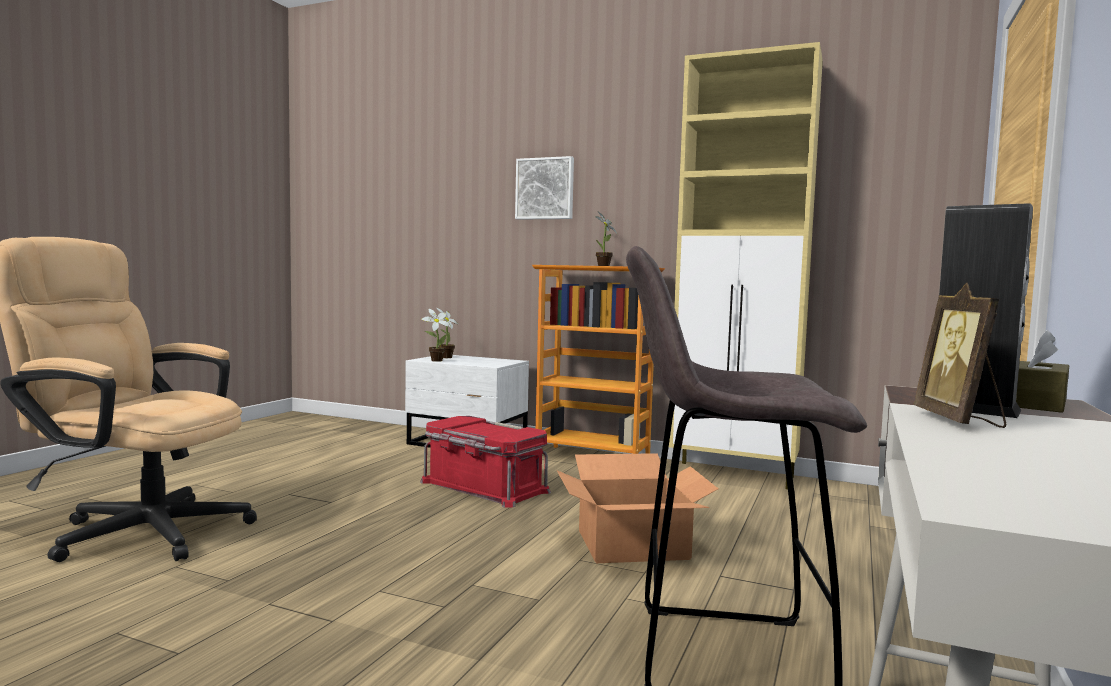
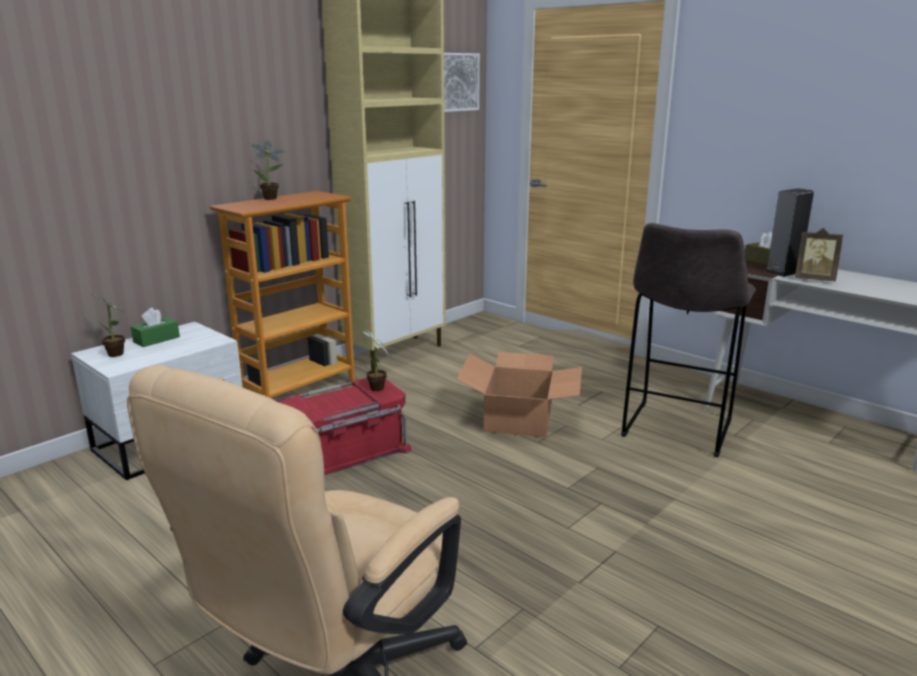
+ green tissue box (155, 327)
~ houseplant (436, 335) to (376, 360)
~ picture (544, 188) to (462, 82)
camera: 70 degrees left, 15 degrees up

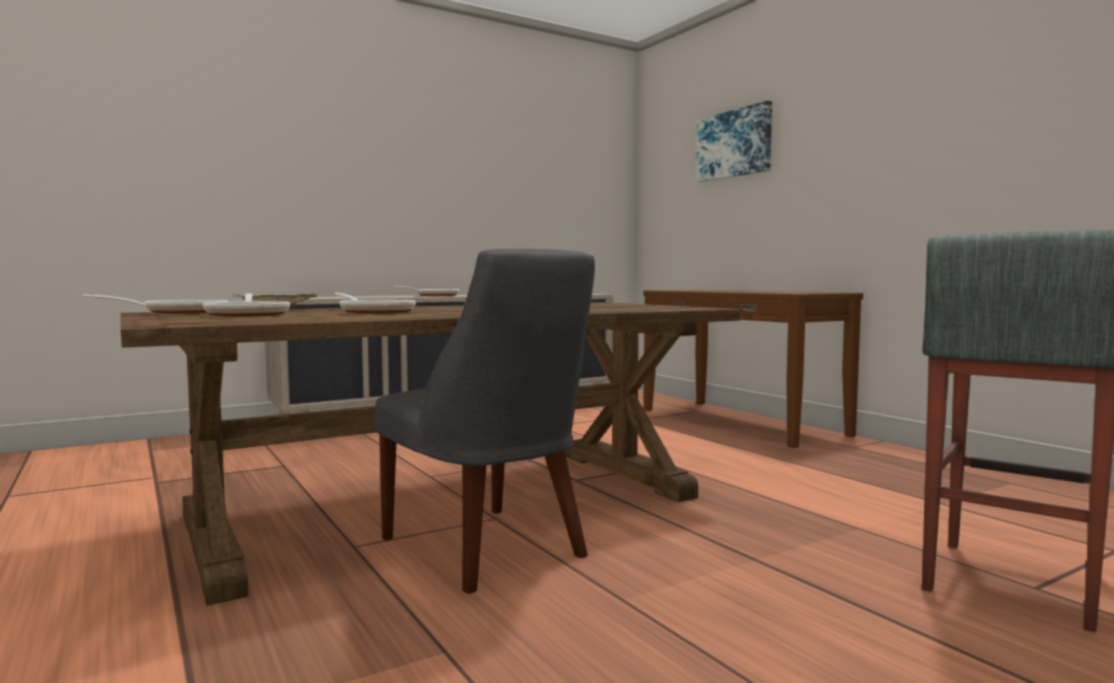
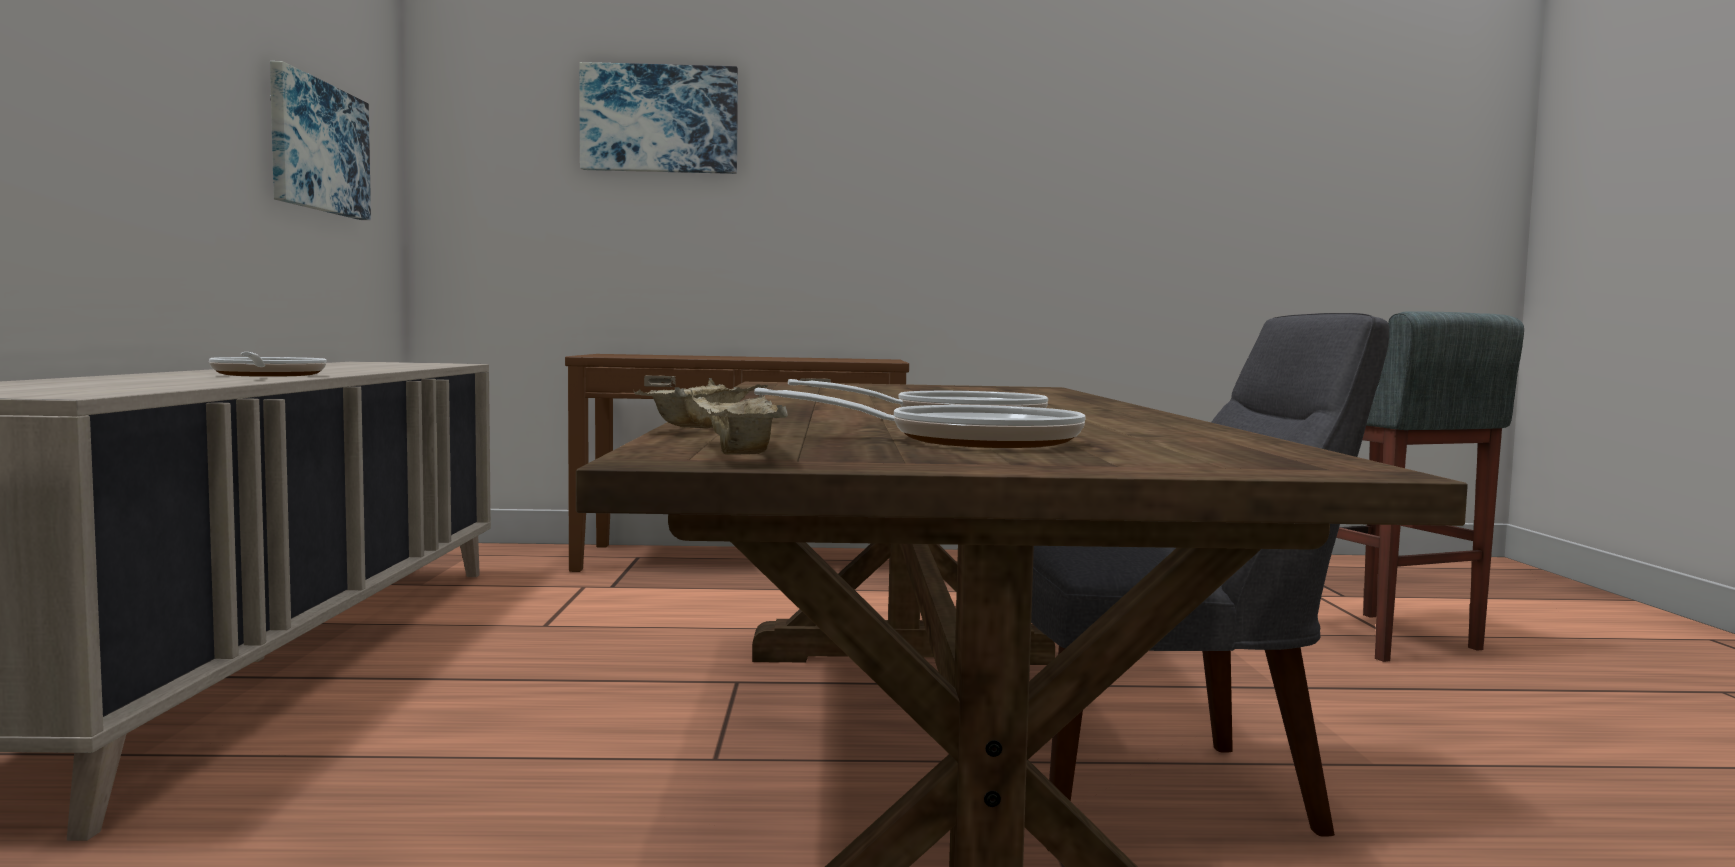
+ picture (320, 140)
~ pan (155, 304) to sand-coloured tray (739, 422)
camera: 60 degrees left, 0 degrees up

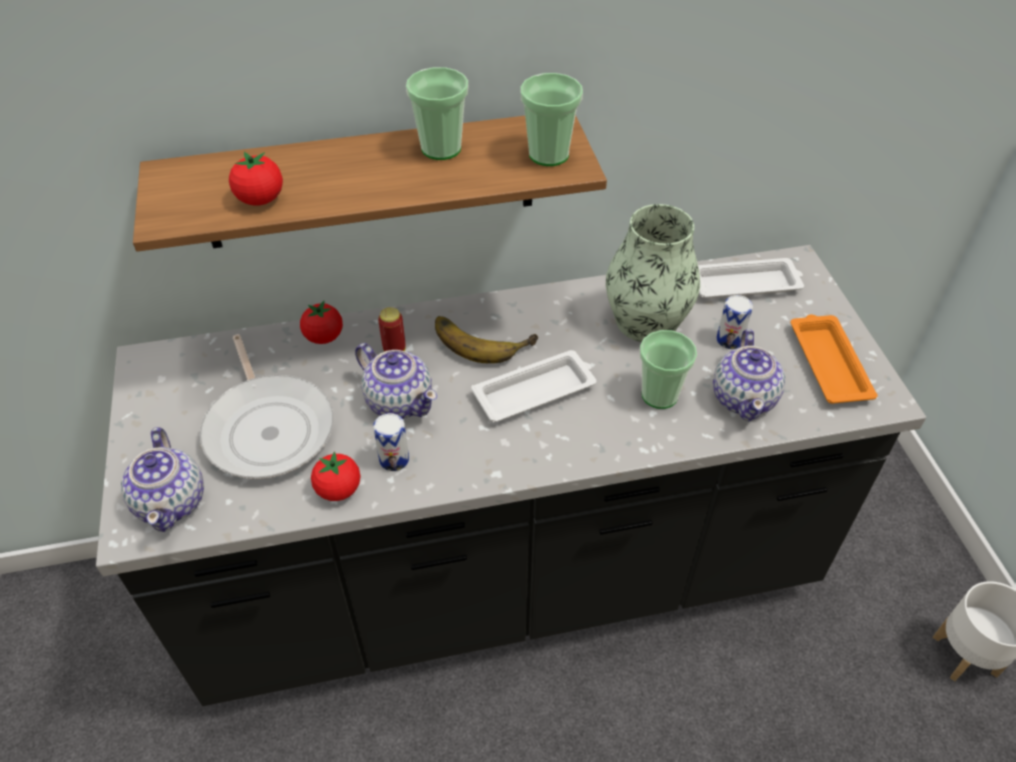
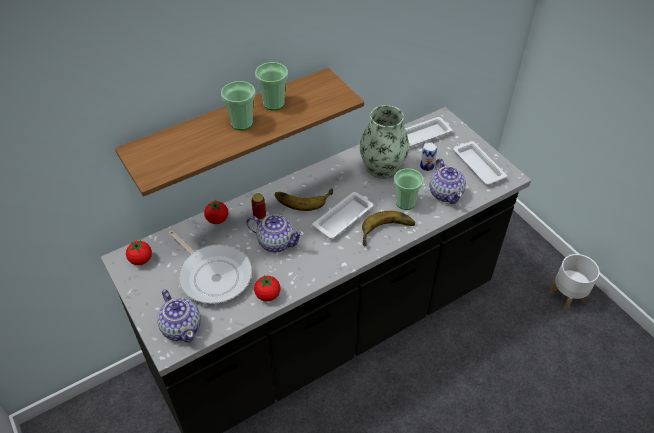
- sealed can (391, 442)
+ banana fruit (388, 229)
~ whole tomato (256, 178) to (139, 252)
~ cup (551, 119) to (238, 105)
~ orangey tray (834, 359) to white tray (480, 163)
camera: 20 degrees left, 0 degrees up

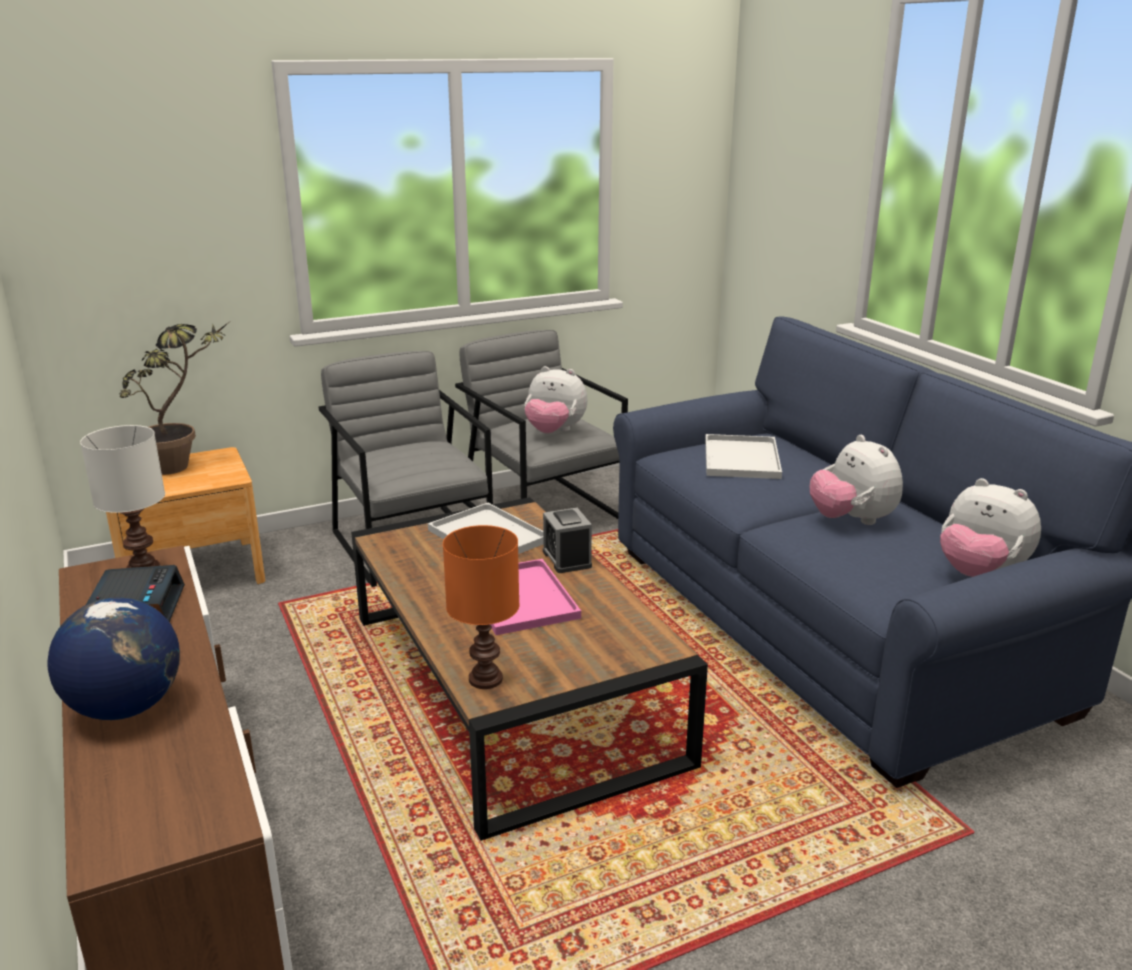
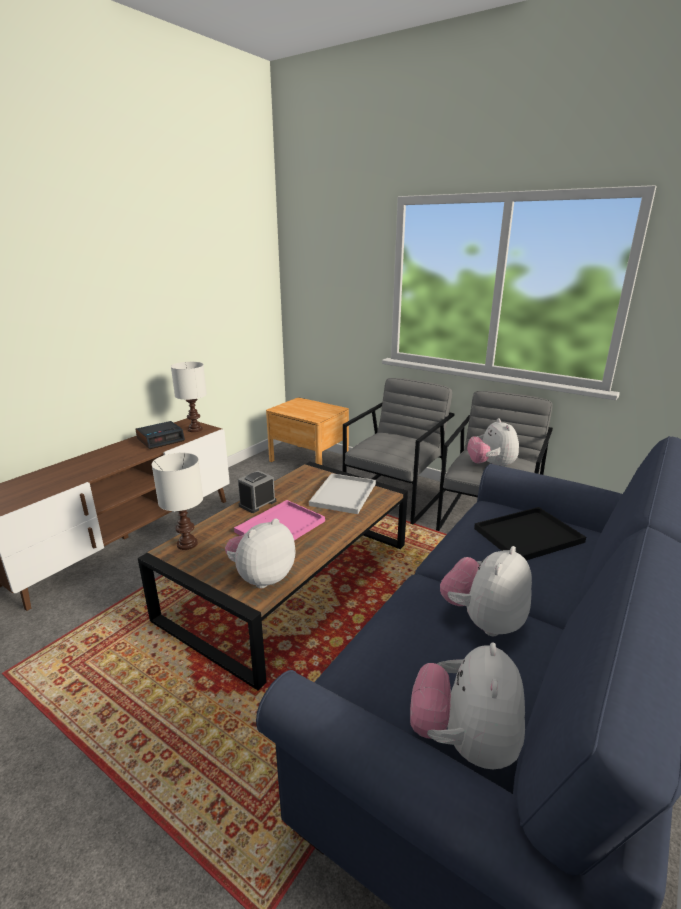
- world globe (113, 659)
- houseplant (174, 398)
+ soft toy (260, 553)
~ alarm clock (567, 540) to (257, 491)
~ orangey tabletop lamp (481, 607) to white tabletop lamp (177, 501)
~ white tray (743, 456) to blackish tray (530, 533)
camera: 60 degrees right, 0 degrees up

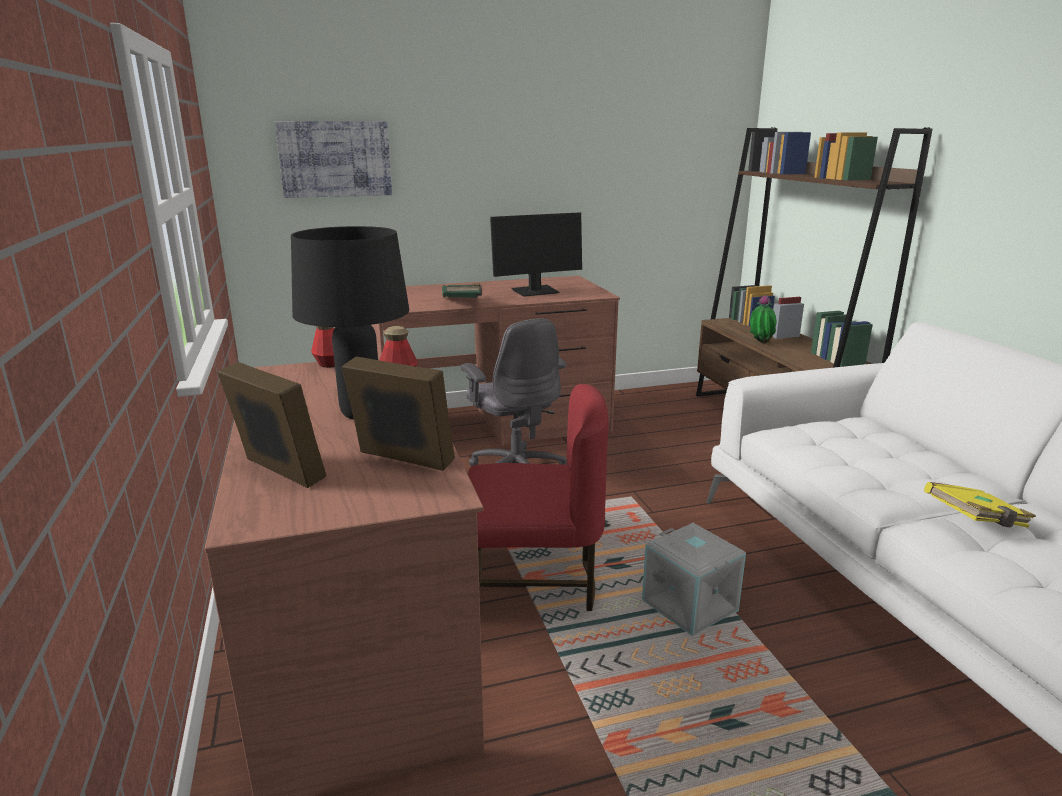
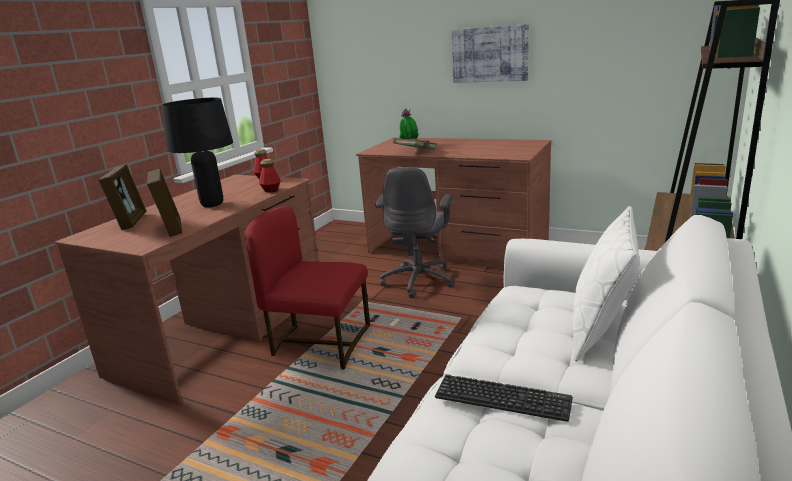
- computer screen (536, 254)
- grey storage container (694, 579)
+ white pillow (606, 283)
~ picture (333, 159) to (490, 53)
~ houseplant (763, 319) to (409, 124)
~ yellow-coloured volume (980, 505) to PC keyboard (504, 398)
~ red-coloured plain chair (538, 497) = (307, 287) 150 degrees clockwise
camera: 45 degrees right, 0 degrees up

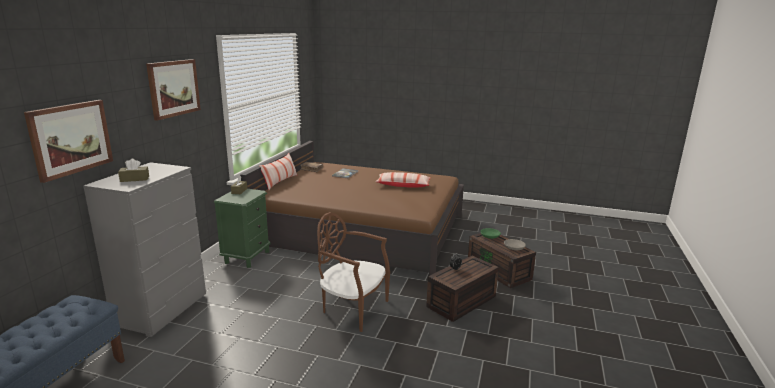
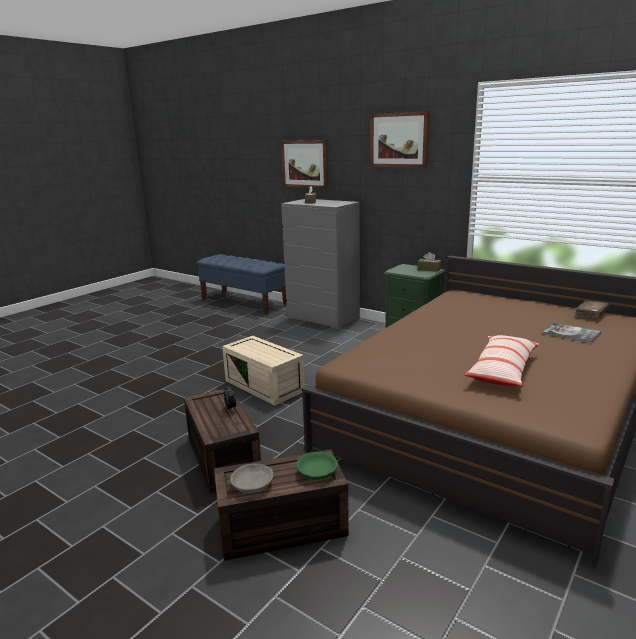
- pillow (278, 171)
~ brown-coloured plain chair (353, 272) to sand-coloured storage container (263, 371)
camera: 110 degrees right, 0 degrees up

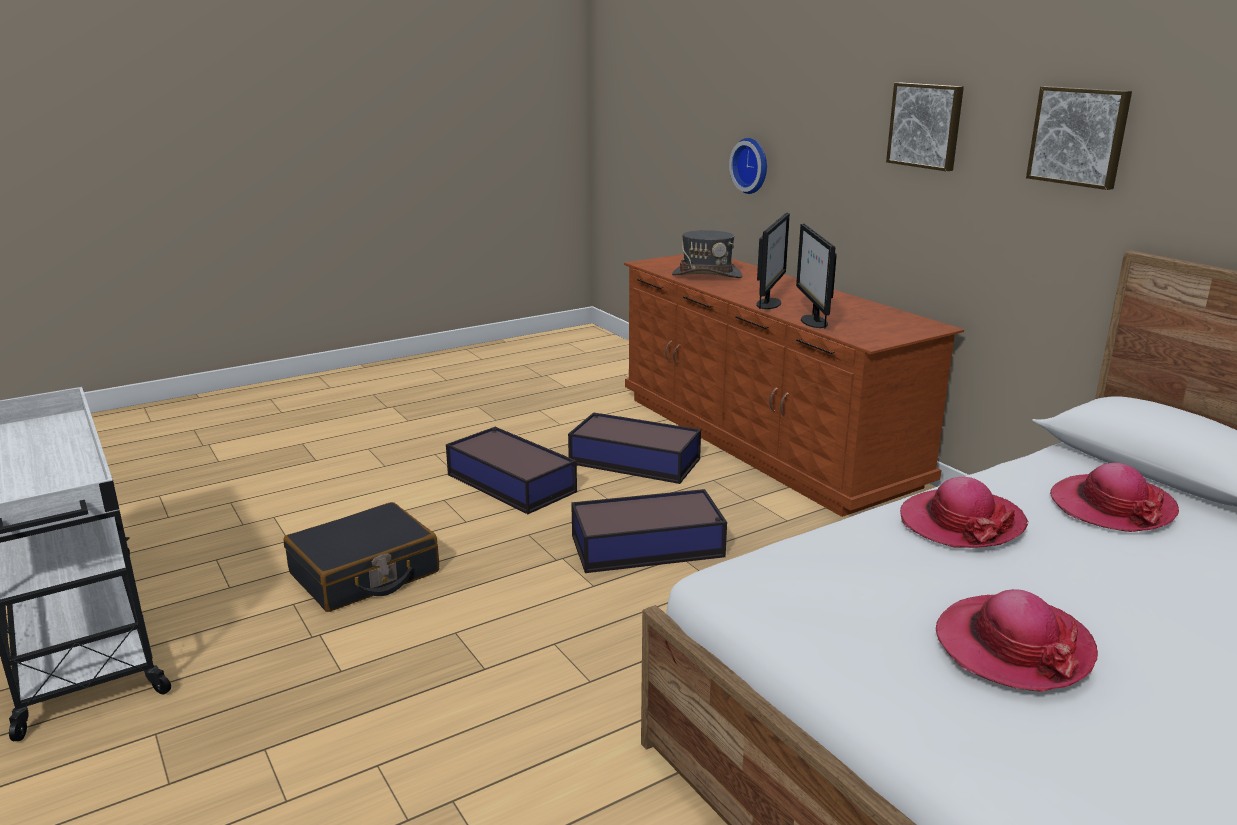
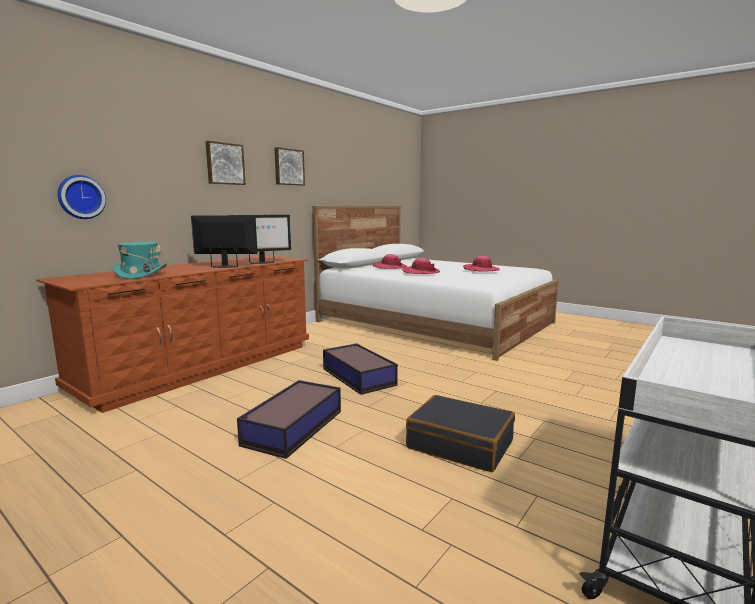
- storage container (634, 448)
~ grey wearable hat (707, 254) to turquoise wearable hat (140, 260)
camera: 110 degrees left, 10 degrees down

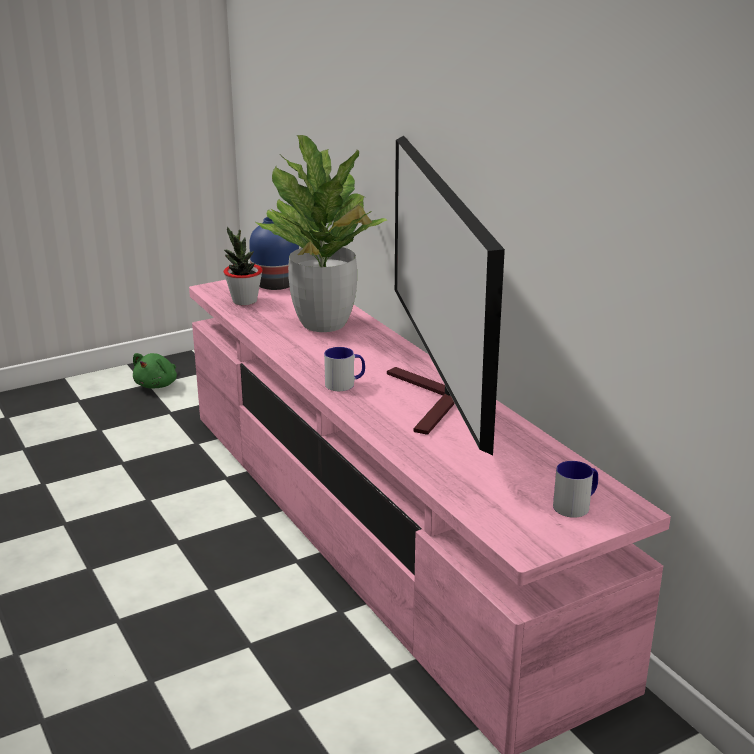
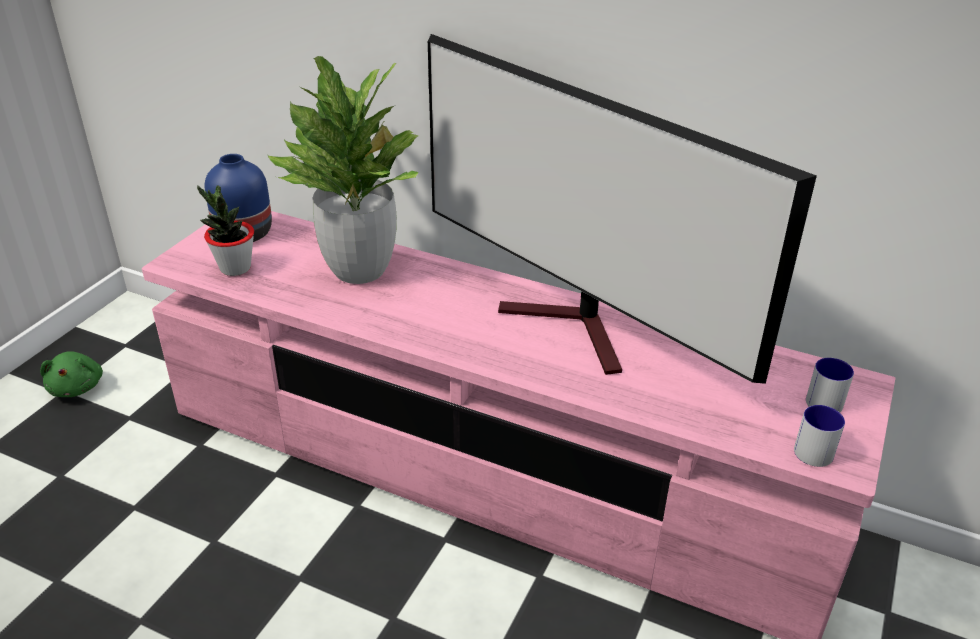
~ tea mug (344, 369) to (819, 436)
camera: 35 degrees left, 10 degrees up

